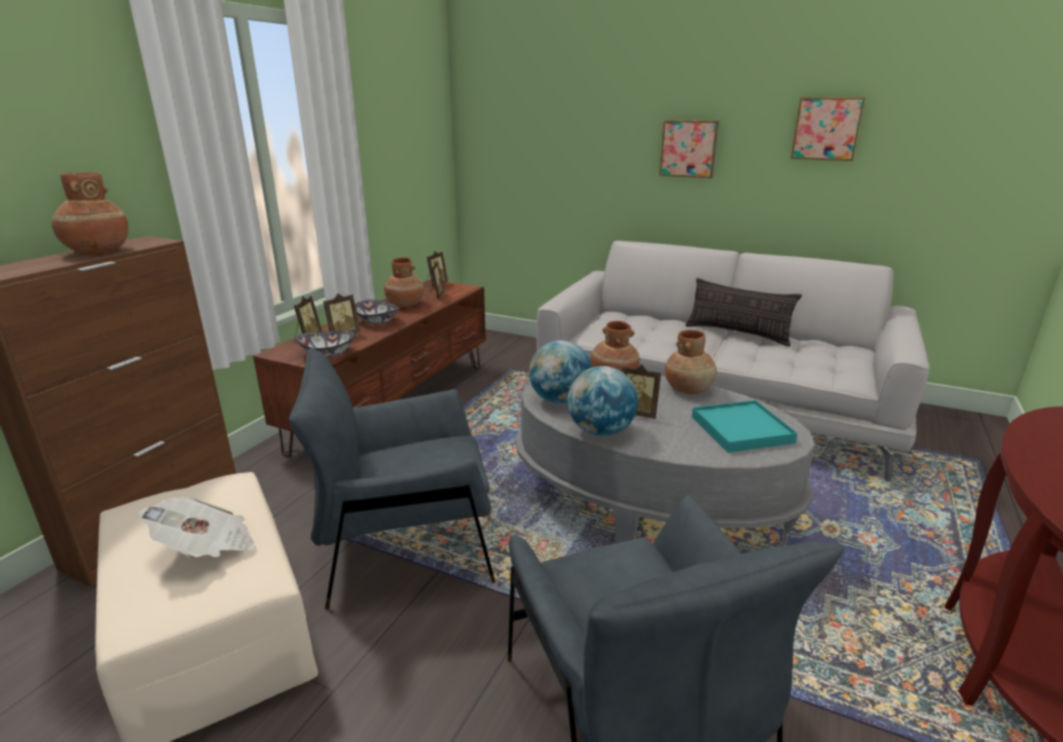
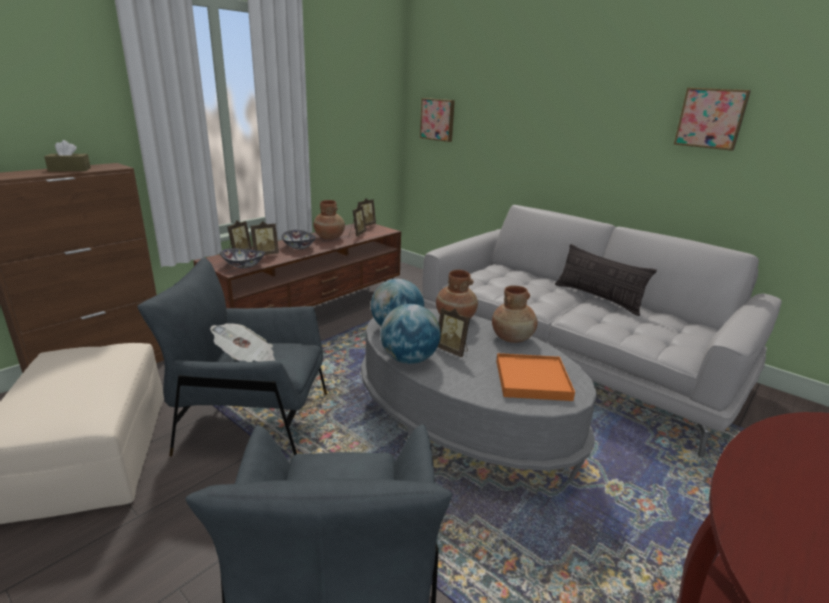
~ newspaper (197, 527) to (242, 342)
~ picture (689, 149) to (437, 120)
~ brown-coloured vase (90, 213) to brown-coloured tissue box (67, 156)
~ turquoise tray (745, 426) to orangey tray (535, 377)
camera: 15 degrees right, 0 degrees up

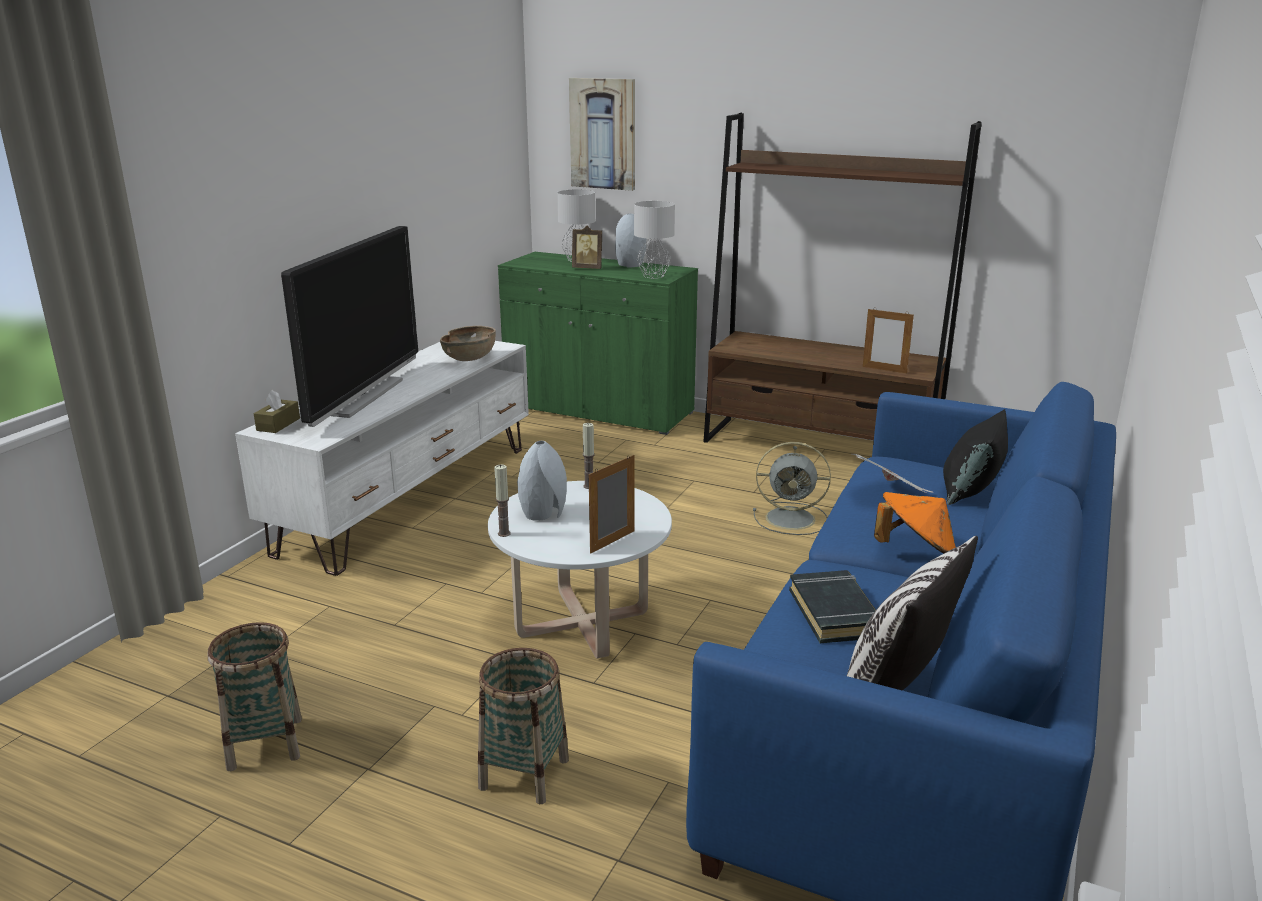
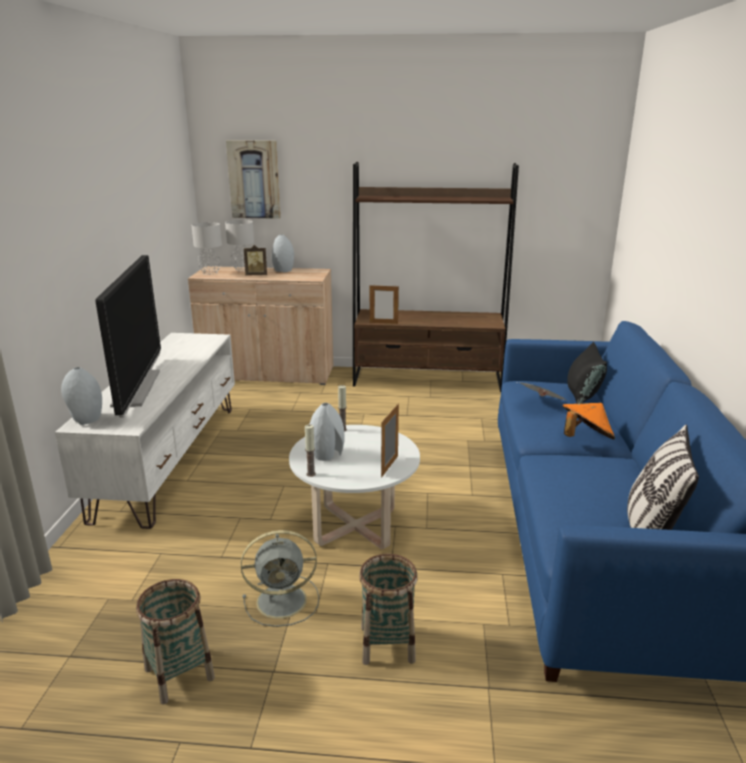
- brown-coloured serving bowl (468, 343)
- blackish volume (832, 606)
~ grey tabletop lamp (654, 239) to (207, 248)
~ grey fan (792, 488) to (280, 578)
~ photo frame (888, 341) to (384, 304)
~ brown-coloured tissue box (277, 411) to grey vase (81, 396)
~ green cabinet (598, 343) to sand-coloured cabinet (260, 325)
camera: 20 degrees left, 0 degrees up

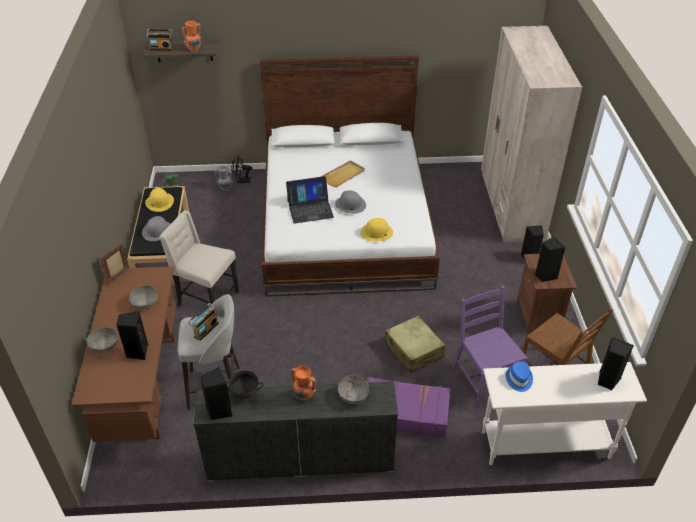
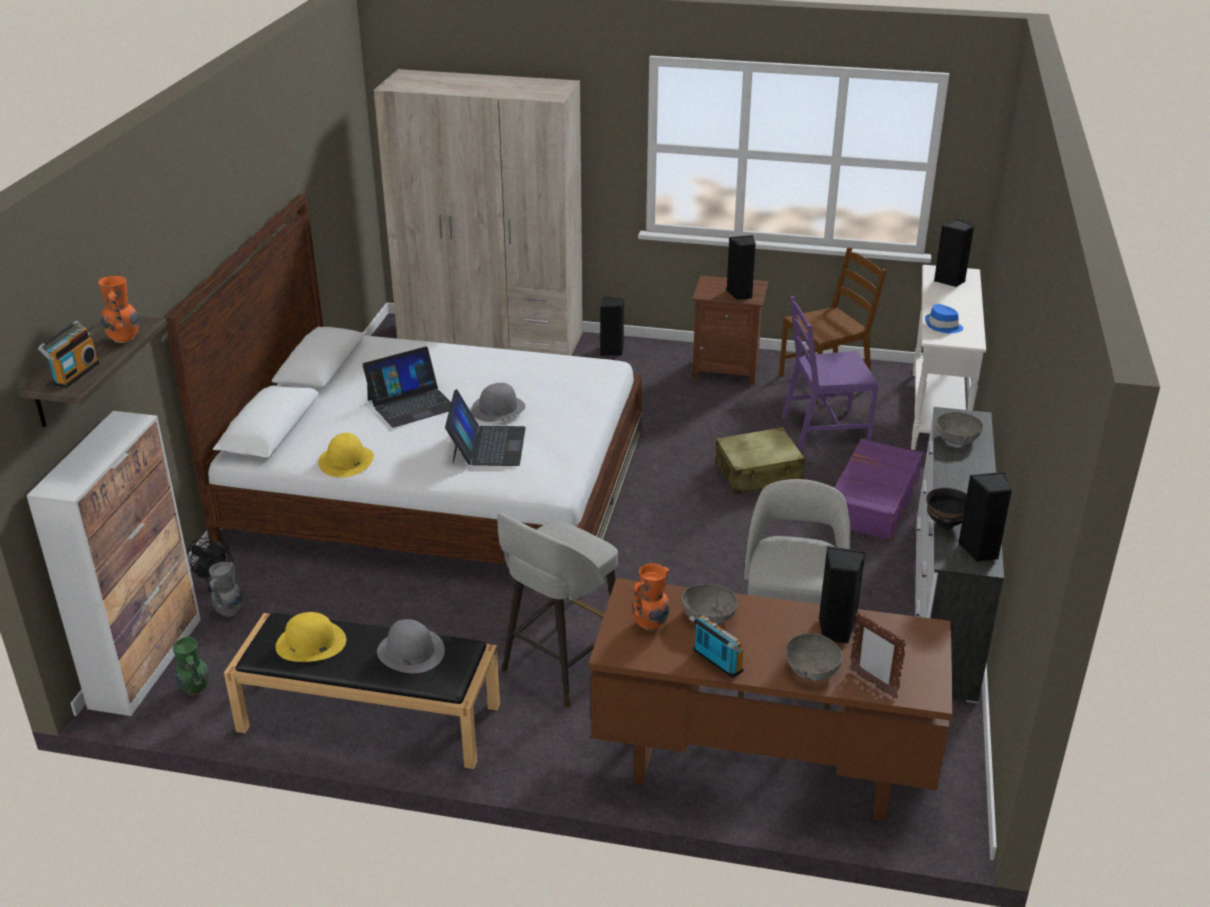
+ cabinet (113, 563)
~ photo frame (114, 264) to (878, 656)
~ radio (203, 322) to (716, 646)
~ orangey vase (303, 383) to (650, 597)
~ yellow-coloured wearable hat (376, 229) to (346, 455)
~ sand-coloured plain chair (199, 258) to grey sitting stool (557, 610)
~ sand-coloured tray (343, 173) to notebook computer (406, 387)
camera: 75 degrees left, 10 degrees down

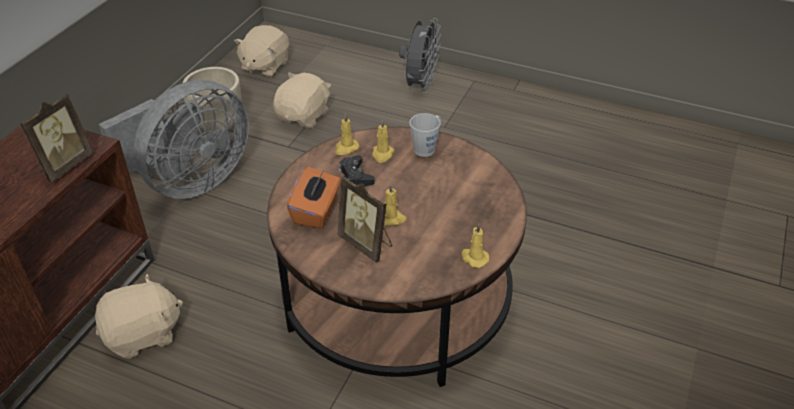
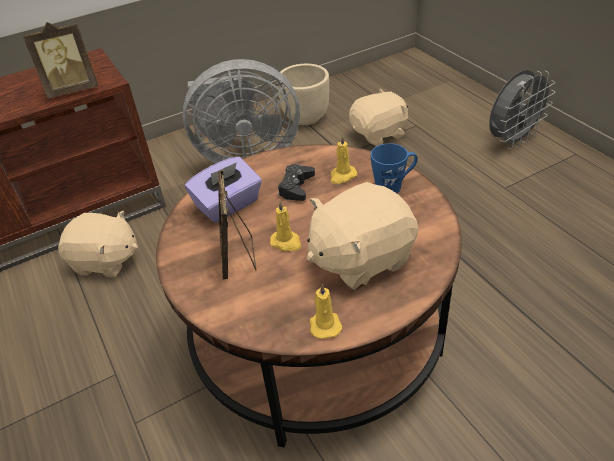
- yellow-coloured wax candle (347, 134)
~ sand-coloured soft toy (261, 51) to (362, 236)
~ orangey tissue box (314, 198) to purple tissue box (223, 190)
~ grey tea mug (425, 135) to blue-coloured tea mug (394, 168)
camera: 40 degrees right, 0 degrees up

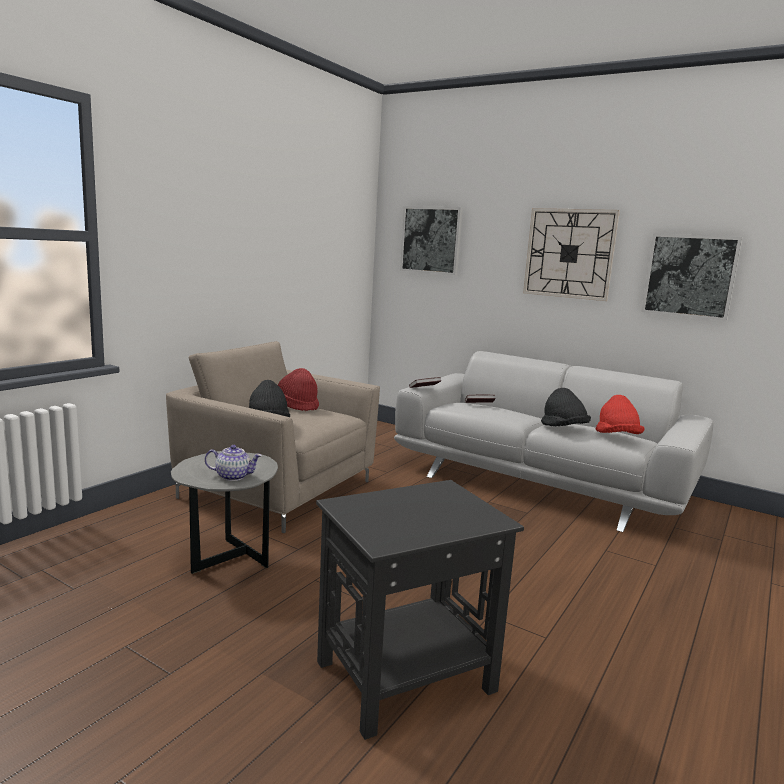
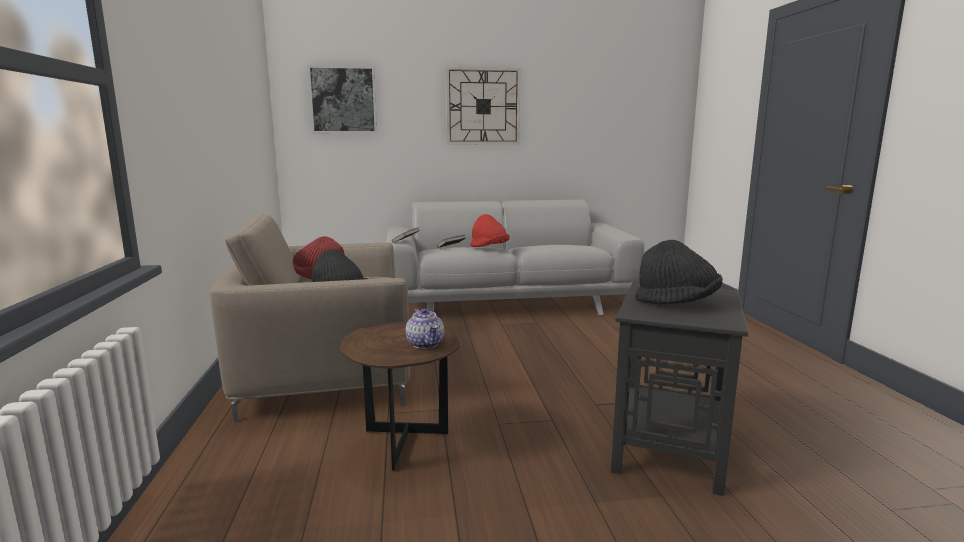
- picture (691, 277)
~ blackish wearable hat (566, 407) to (678, 272)
~ red-coloured wearable hat (620, 414) to (490, 230)
~ grey end table (224, 512) to brown-coloured end table (400, 396)
~ teapot (233, 463) = (425, 328) 105 degrees clockwise
camera: 40 degrees left, 0 degrees up

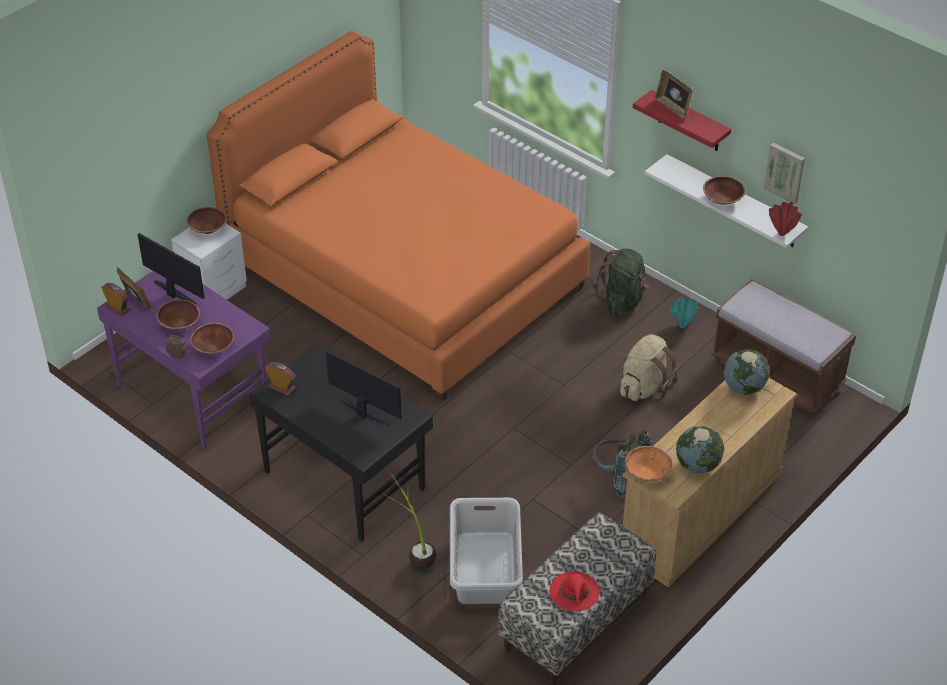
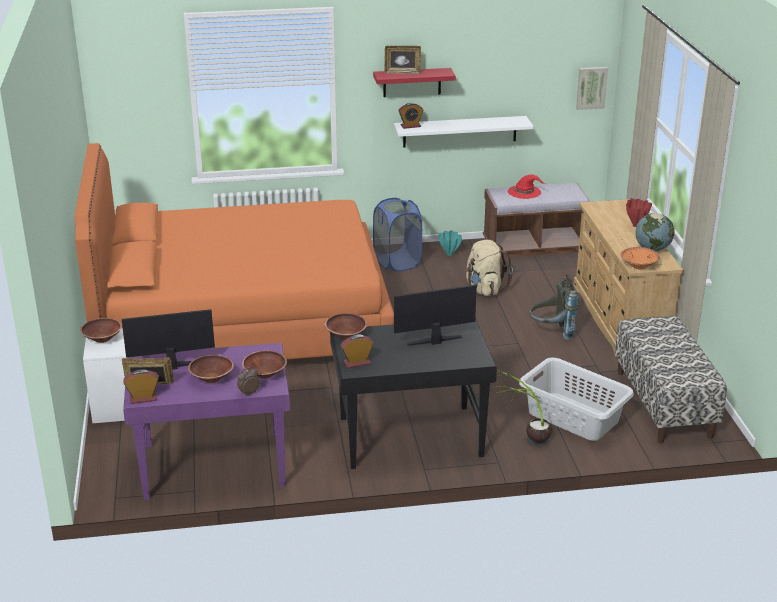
- world globe (747, 372)
+ alarm clock (411, 116)
~ red-coloured wearable hat (575, 591) to (527, 186)
~ brown-coloured serving bowl (724, 190) to (346, 326)
~ picture (784, 173) to (592, 88)
~ red-coloured vase (785, 219) to (639, 212)
~ green rucksack (621, 282) to blue-coloured laundry basket (397, 235)
camera: 50 degrees left, 15 degrees down

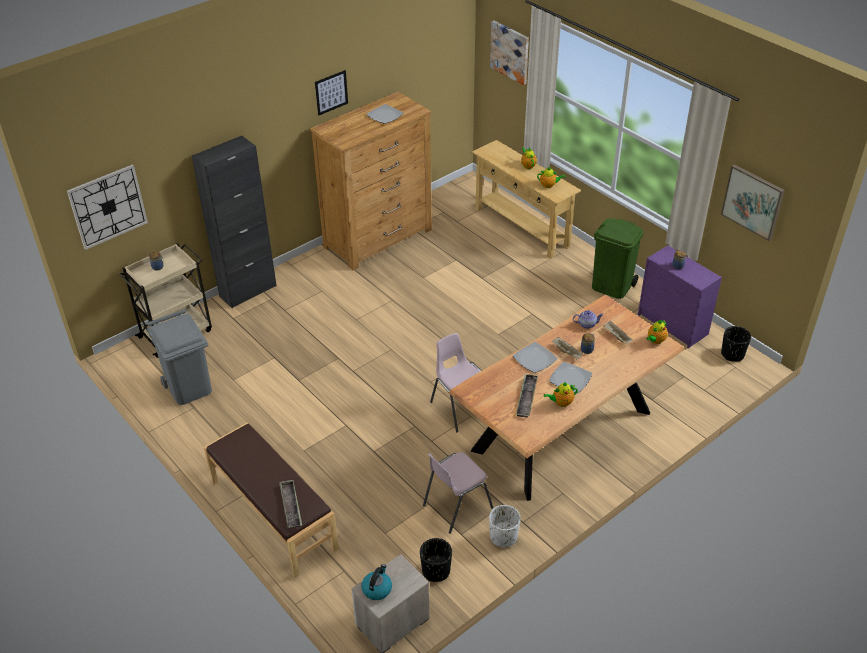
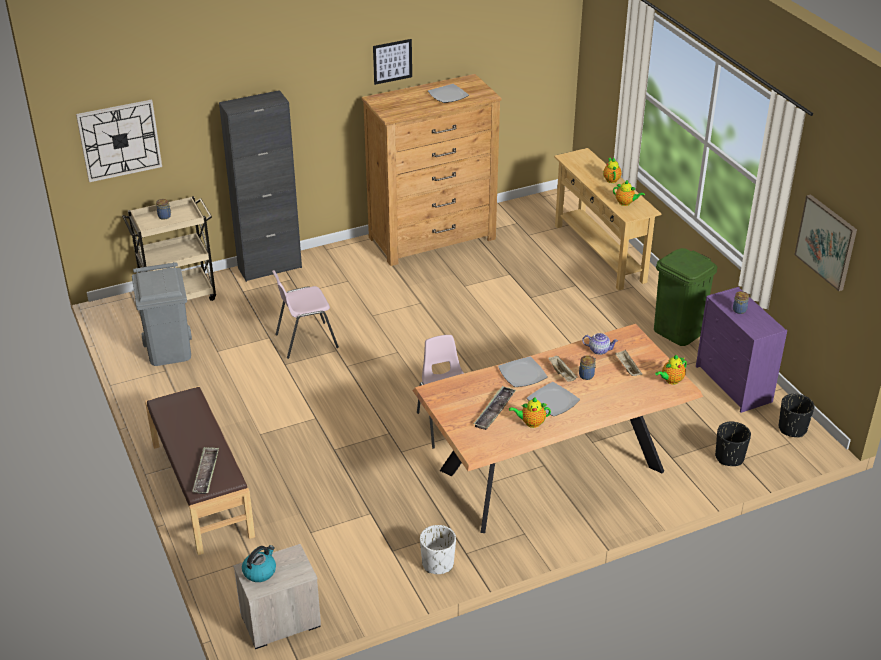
- picture (509, 53)
~ blackish plant pot (436, 560) to (733, 444)
~ pink plain chair (458, 493) to (305, 314)
camera: 15 degrees right, 5 degrees down

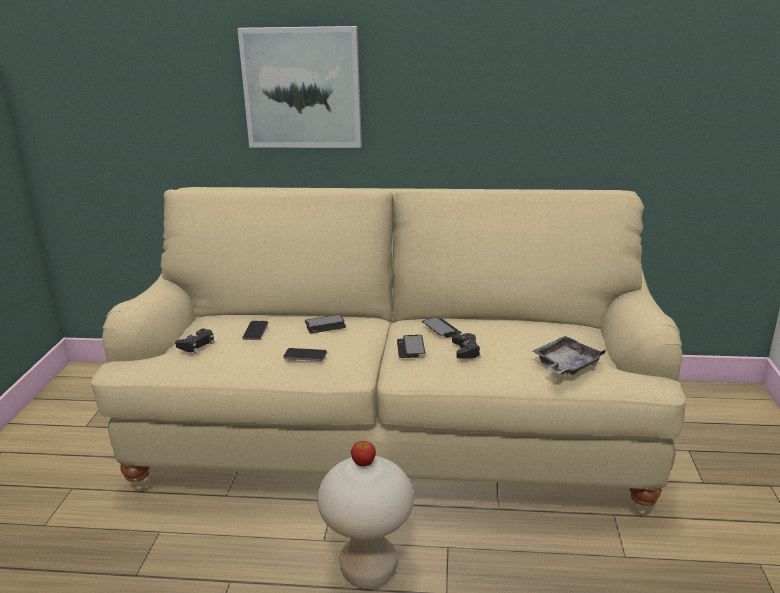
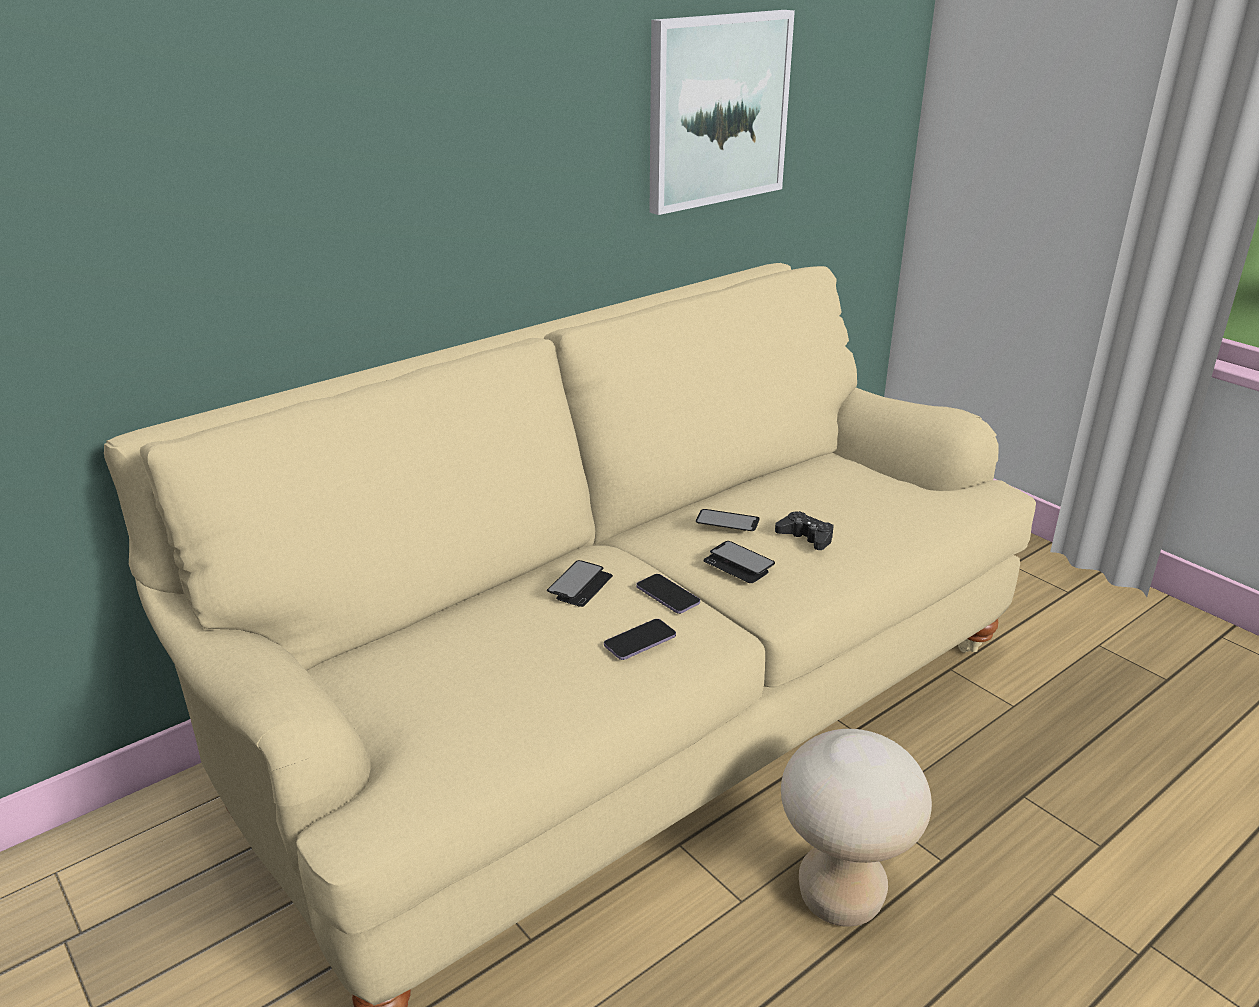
- blackish game controller (194, 340)
- whole apple (363, 454)
- grey tray (569, 355)
~ picture (299, 87) to (722, 112)
~ phone (255, 330) to (668, 594)
camera: 45 degrees left, 5 degrees up

